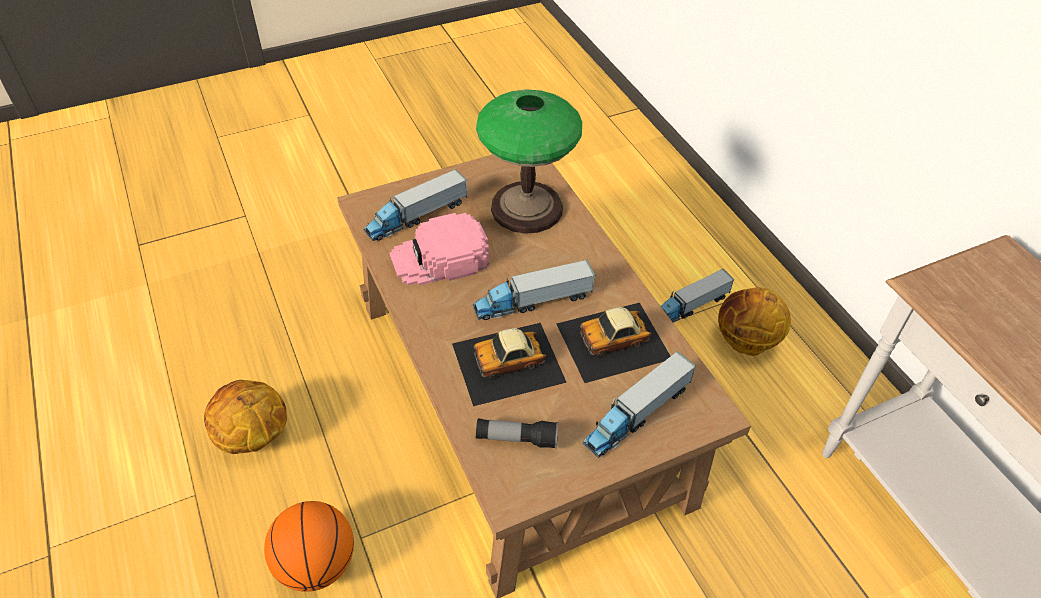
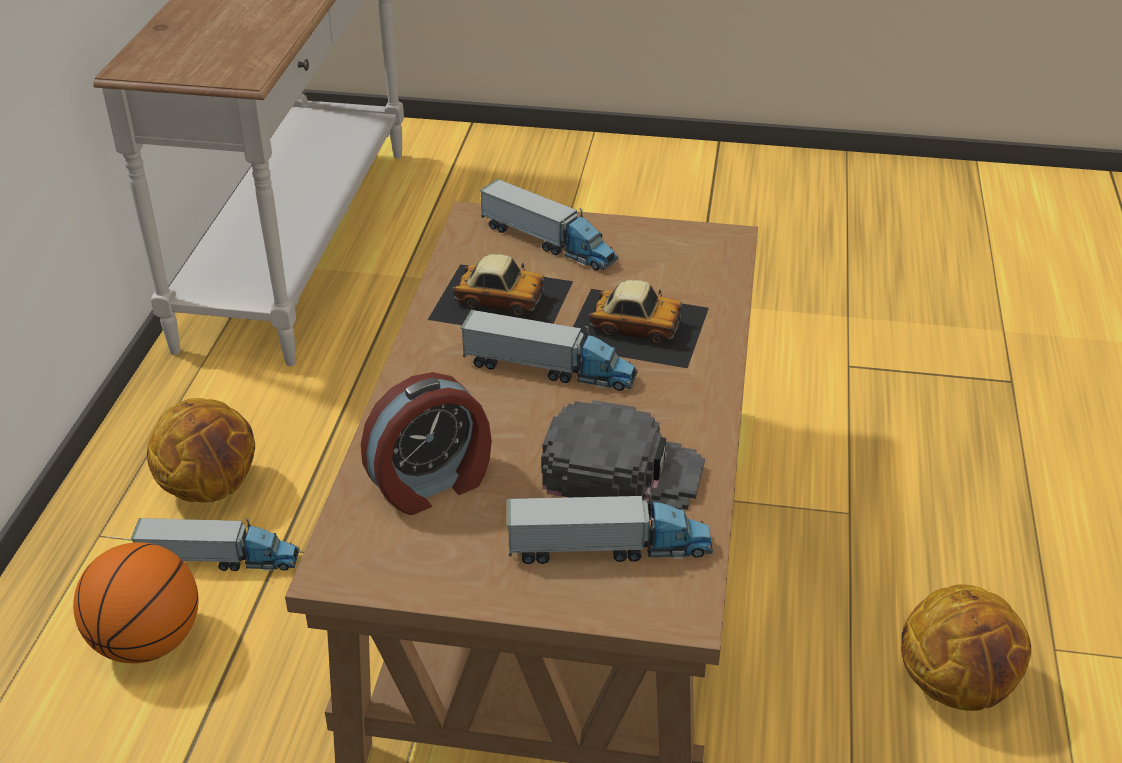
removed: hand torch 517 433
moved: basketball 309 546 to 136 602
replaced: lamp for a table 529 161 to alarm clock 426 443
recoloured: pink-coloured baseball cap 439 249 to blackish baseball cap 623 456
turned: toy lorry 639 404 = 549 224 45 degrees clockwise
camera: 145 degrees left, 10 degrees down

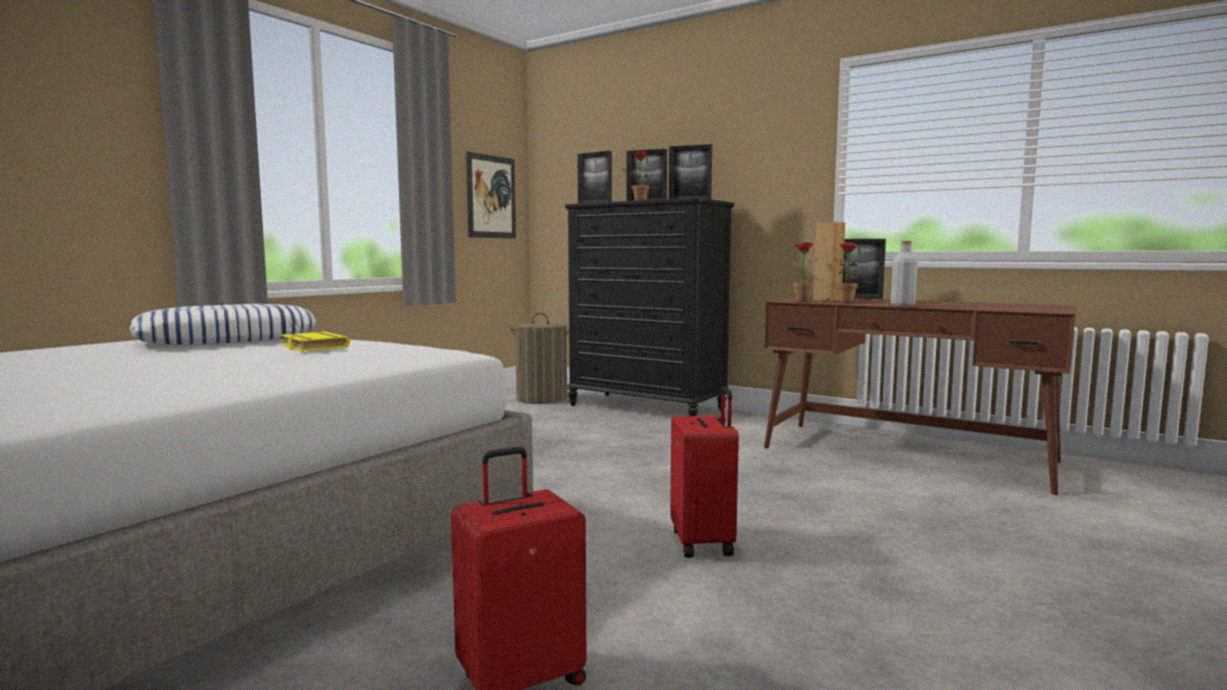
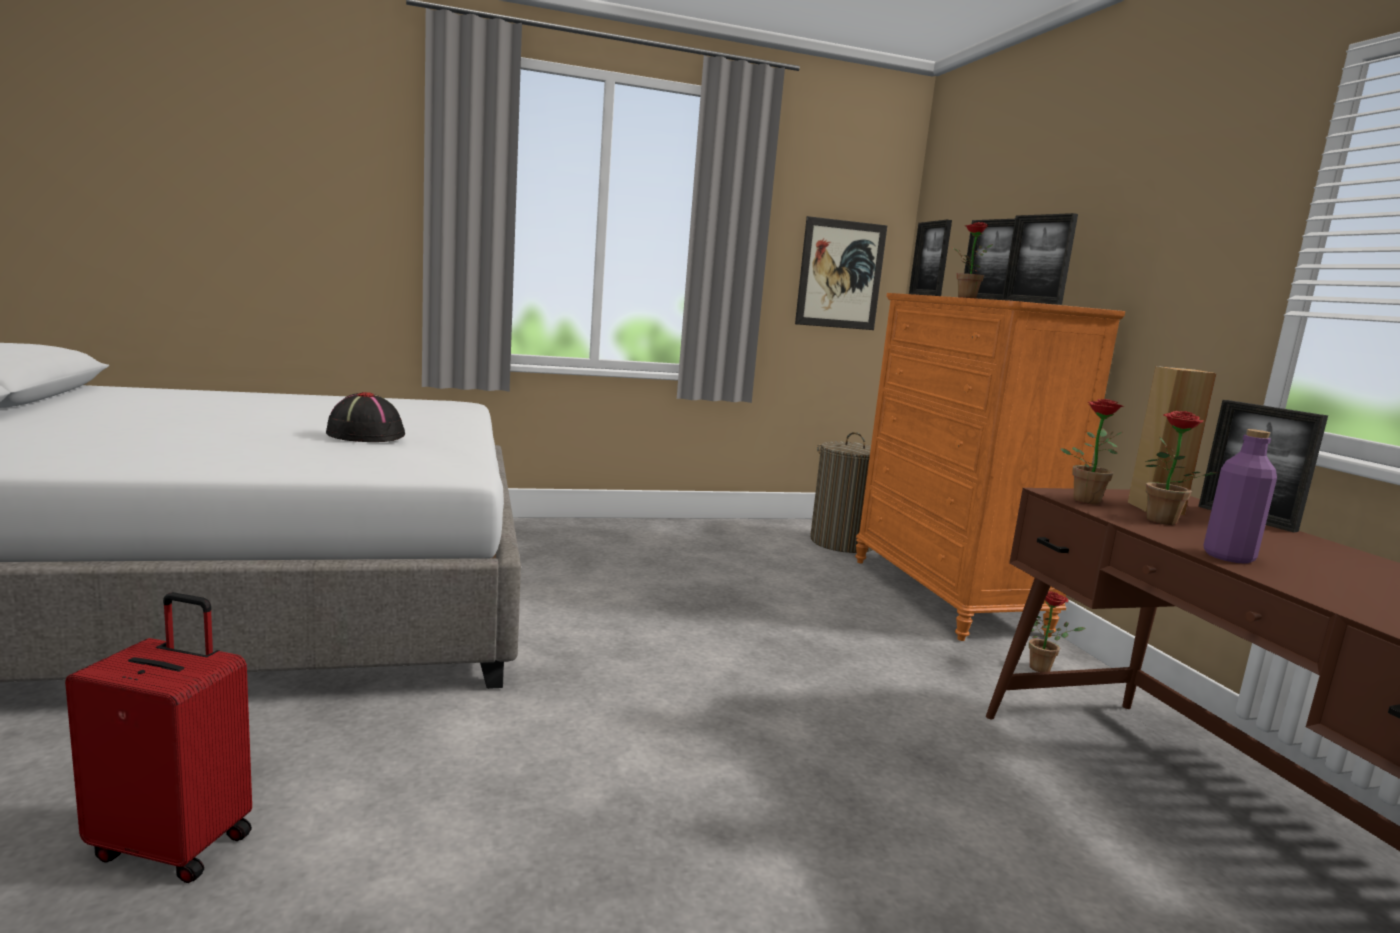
removed: pillow 222 324; red suitcase 704 472
added: houseplant 1057 631
replaced: yellow-coloured book 315 341 to blackish clothing hat 365 417
recoloured: blackish dresser 649 307 to orange-coloured dresser 990 467; gray bottle 904 273 to purplish bottle 1240 496
camera: 40 degrees right, 5 degrees up

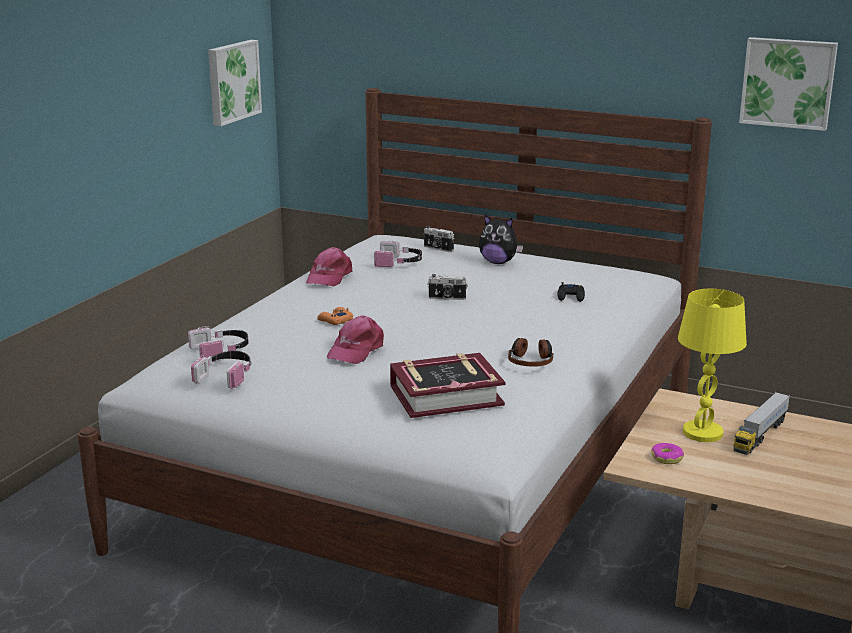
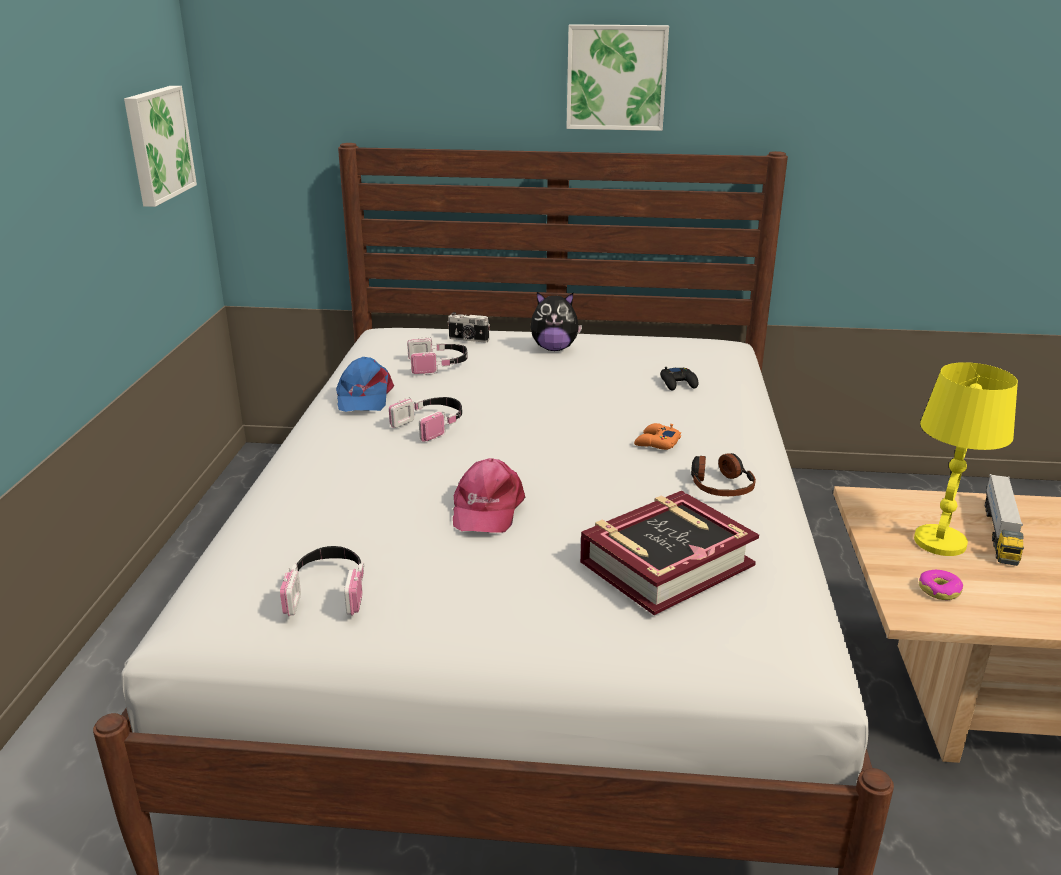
removed: photo camera 447 287
moved: headset 218 344 to 425 419; orange-coloured joypad 335 316 to 657 436; wall art 788 84 to 617 77
recoloured: pink-coloured baseball cap 329 266 to blue-coloured baseball cap 365 384
camera: 20 degrees left, 5 degrees up

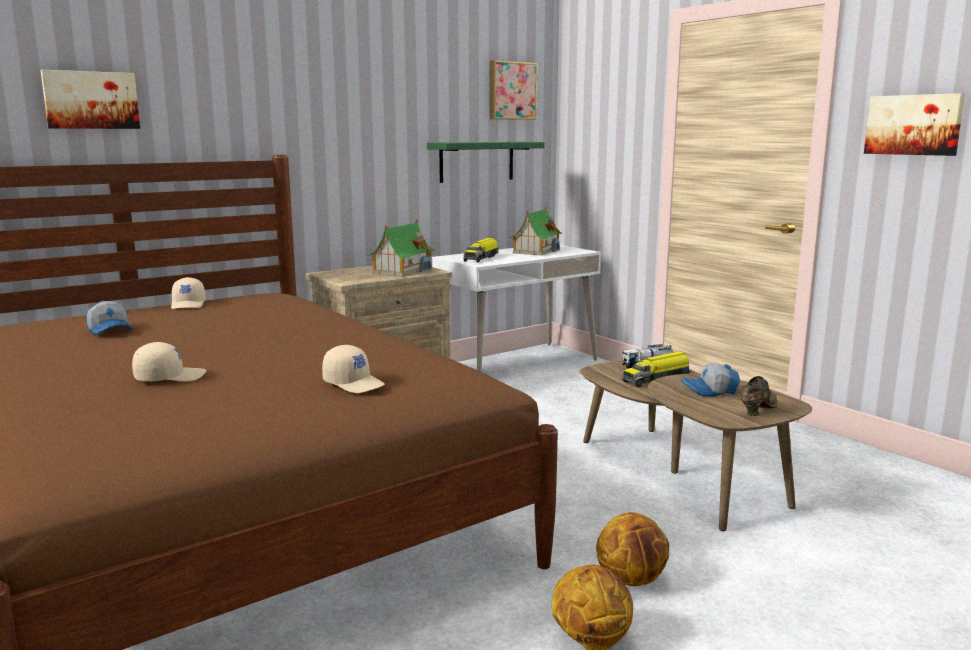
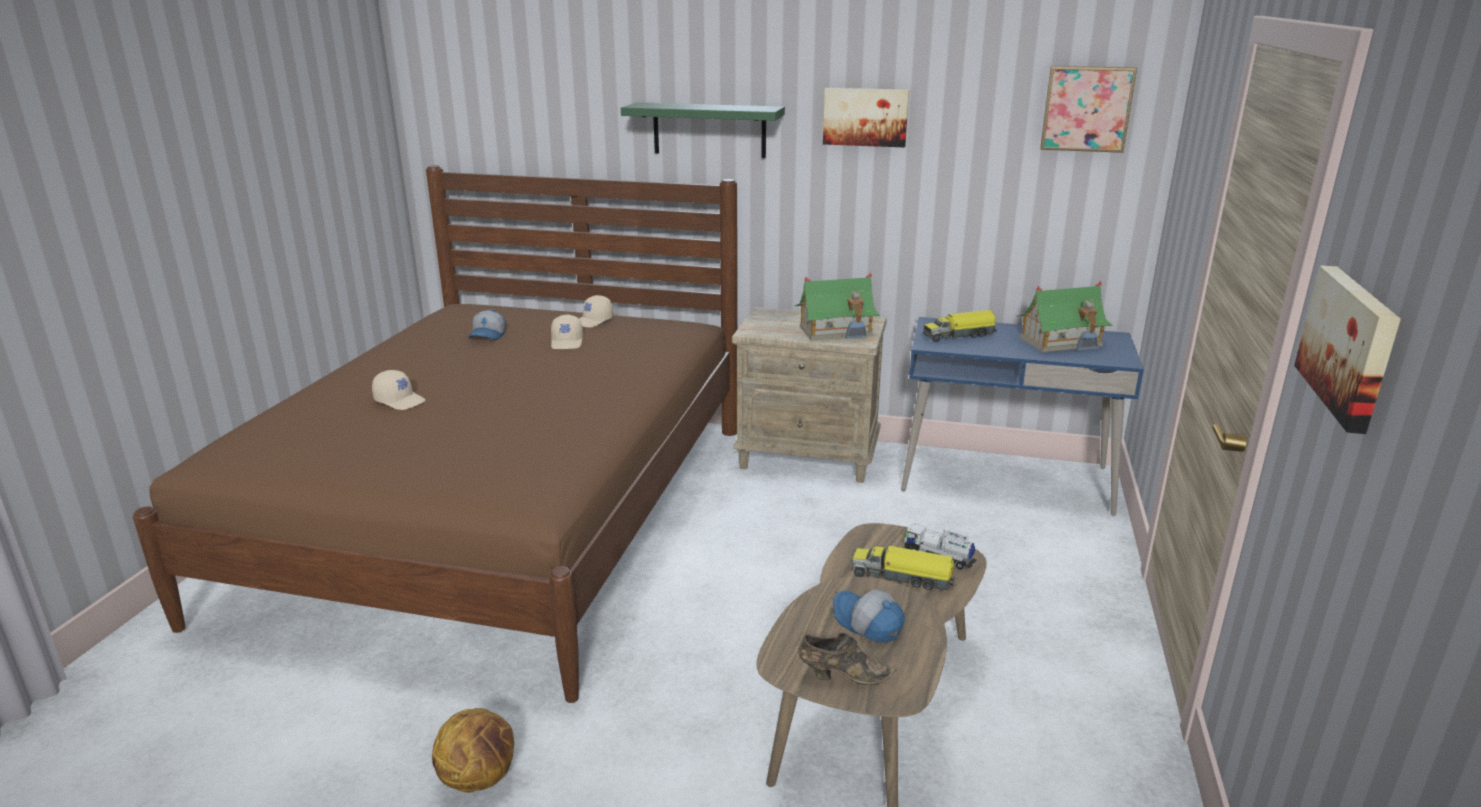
removed: basketball 632 549
moved: wall art 90 99 to 866 117; beige-coloured baseball cap 353 369 to 567 332; green-coloured wall shelf 485 162 to 703 130
recoloured: white-coloured desk unit 516 308 to blue-coloured desk unit 1022 416
camera: 50 degrees right, 10 degrees up

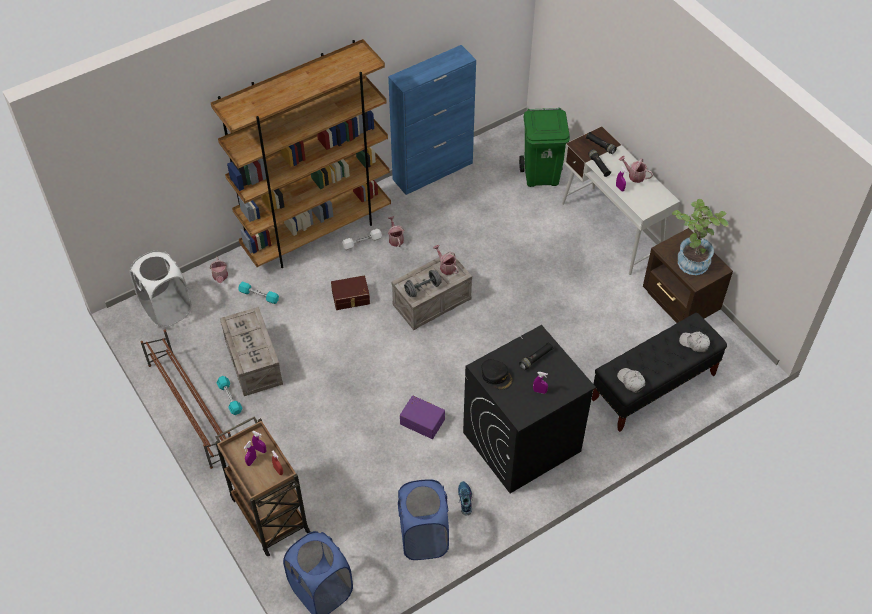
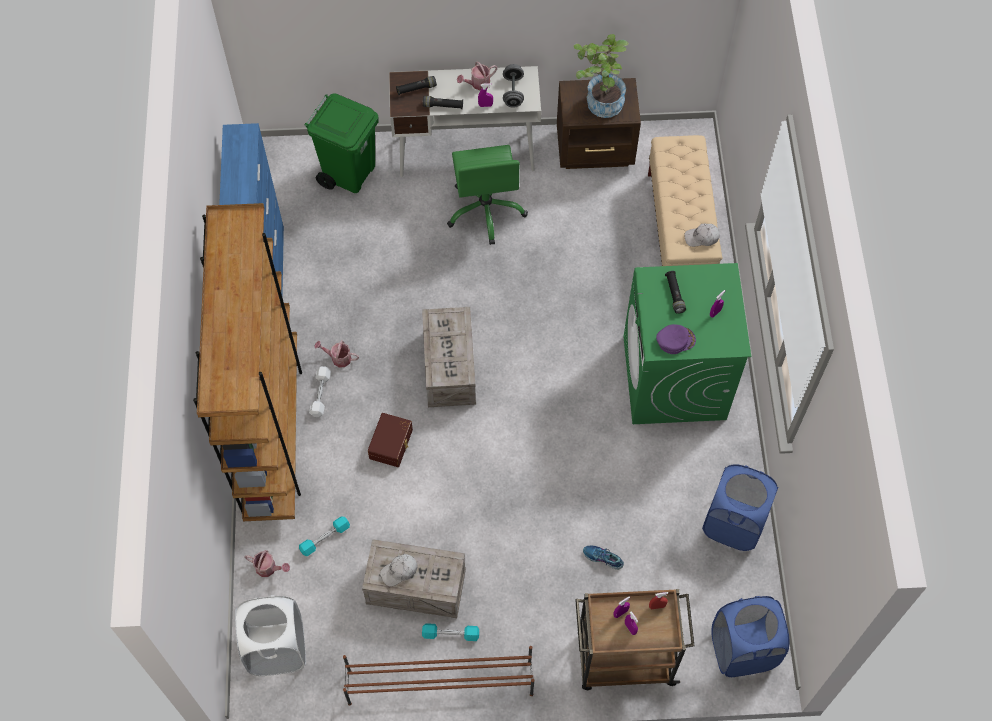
removed: purplish storage container 422 417; watering pot 446 260
added: green-coloured office chair 487 195
moved: gray hand weight 422 283 to 513 86; low shoe 465 498 to 603 558; white-coloured baseball cap 694 342 to 399 570
recoloured: blackish laundry machine 529 409 to green-coloured laundry machine 687 343; blackish baseball cap 497 374 to purplish baseball cap 676 339; blackish bench 659 372 to beige-coloured bench 685 200
camera: 60 degrees left, 10 degrees up

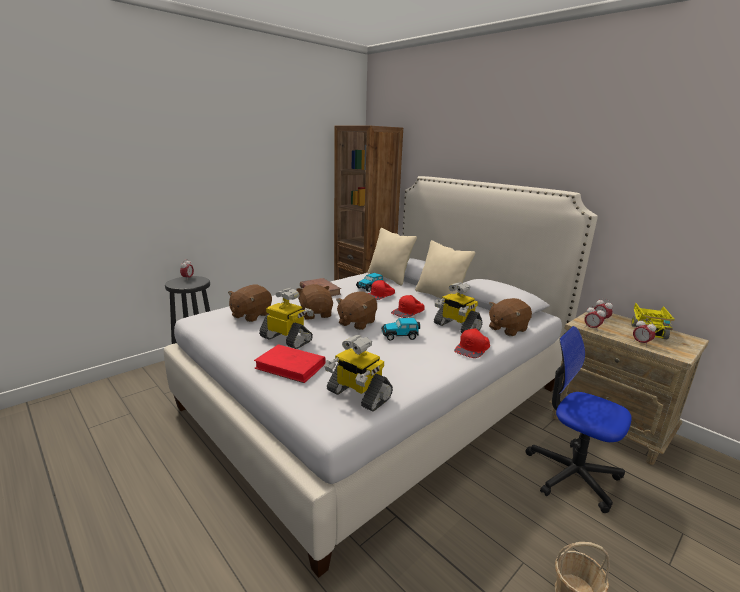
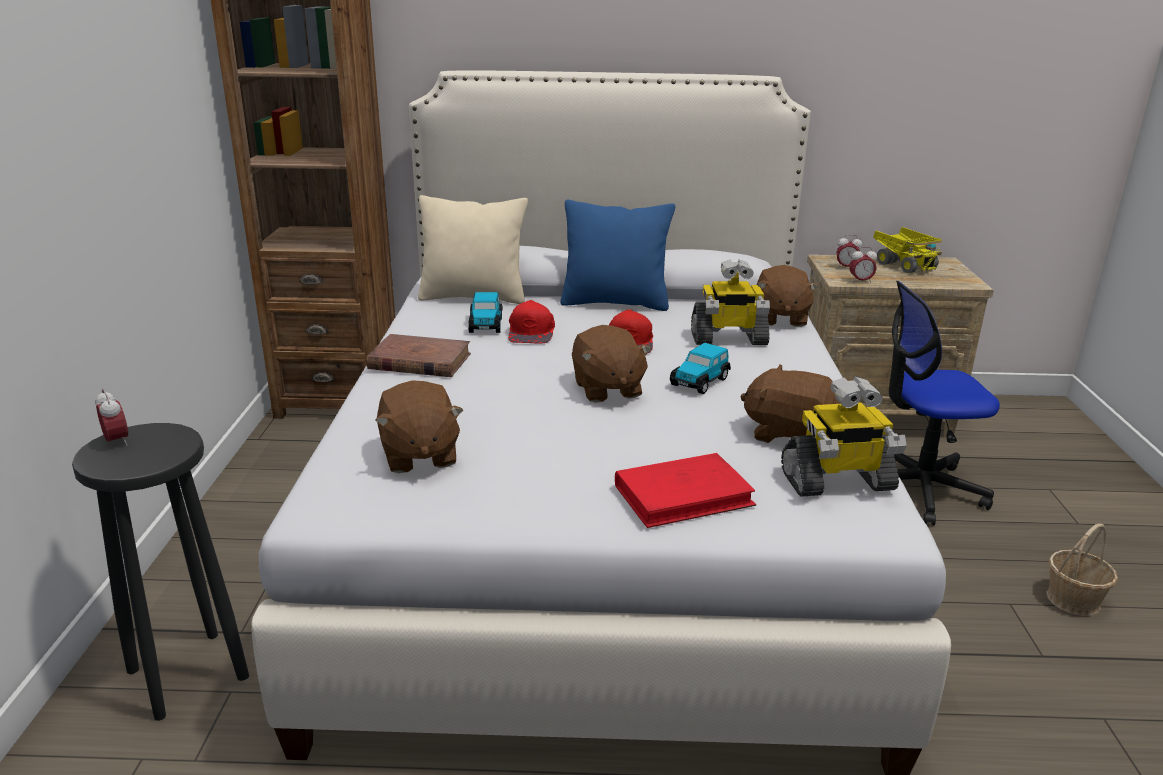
removed: robot figure 286 318; red baseball cap 472 343; alarm clock 644 333
moved: brownish plush toy 314 301 to 790 403
recoloured: beige-coloured pillow 445 269 to blue-coloured pillow 618 255
camera: 45 degrees left, 5 degrees up

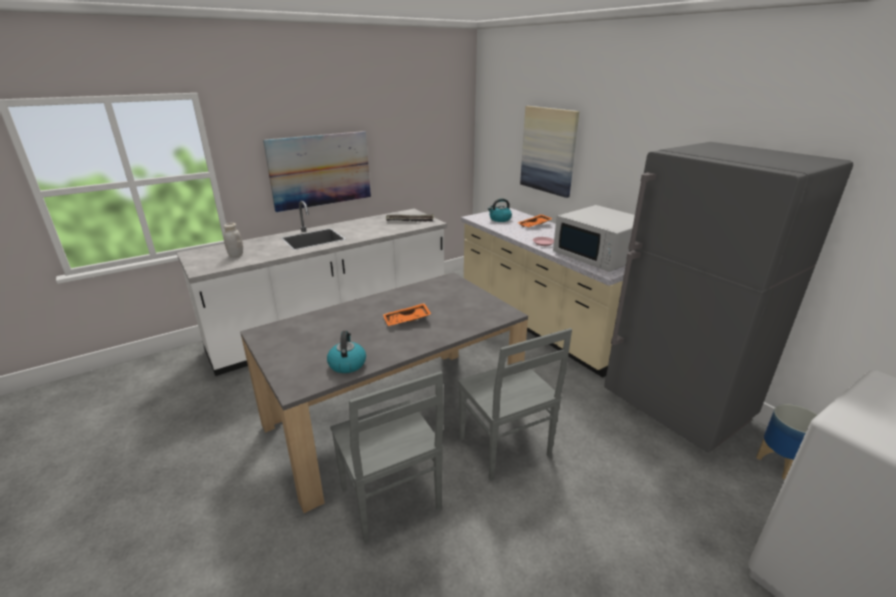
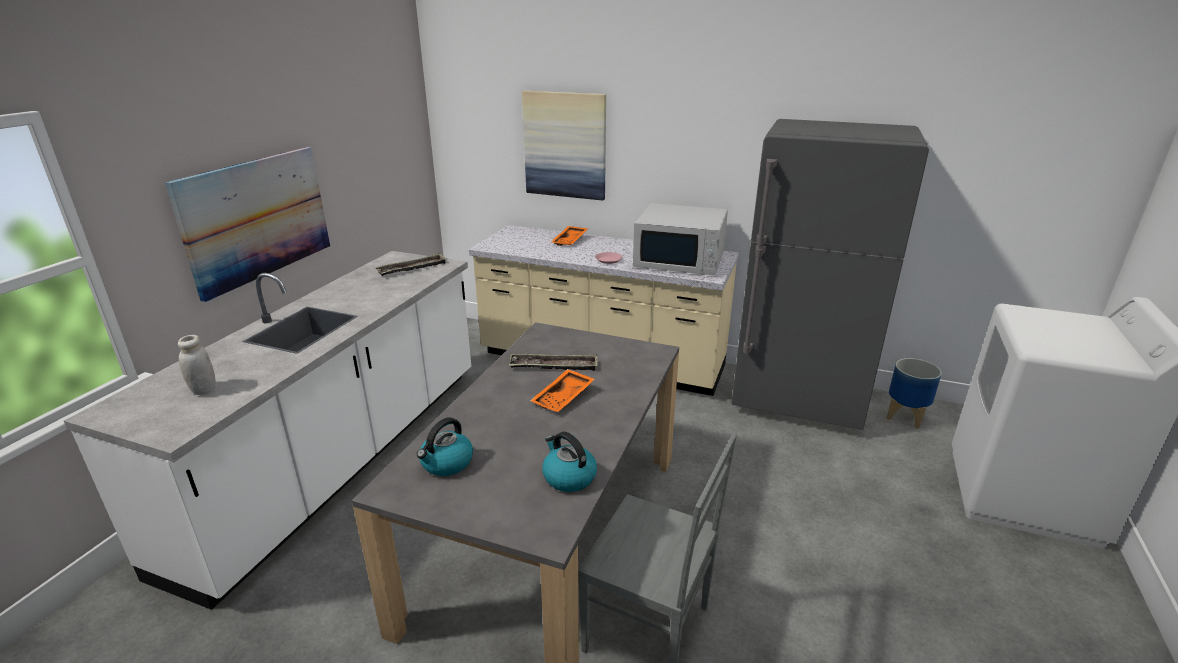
removed: gray plain chair 515 404
added: carrying tray 553 362
moved: tea kettle 500 210 to 445 446
camera: 35 degrees left, 0 degrees up

